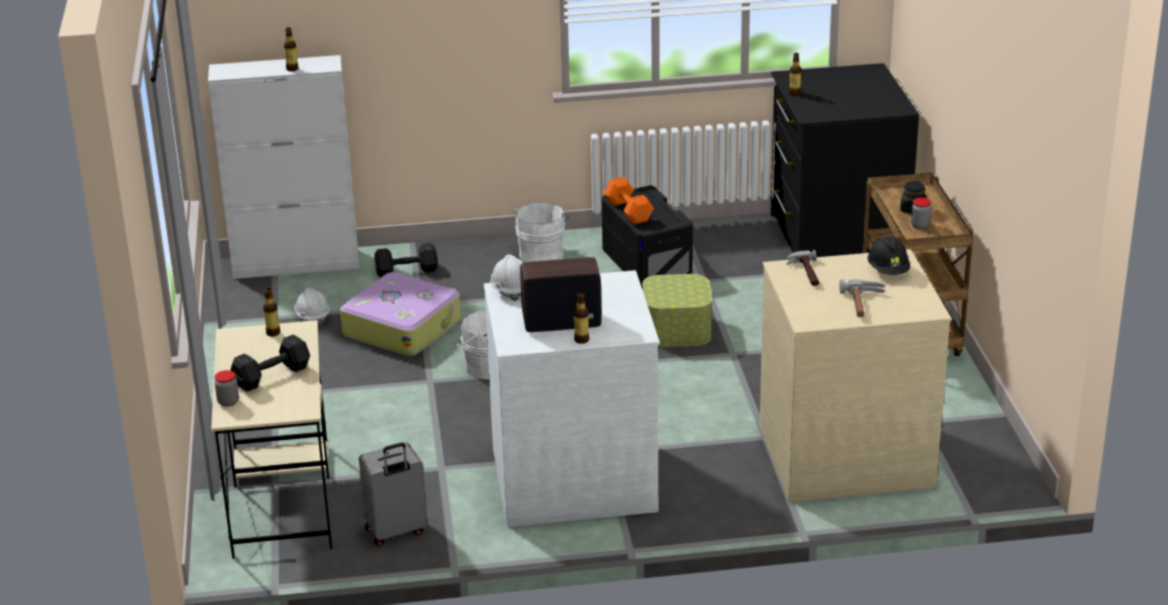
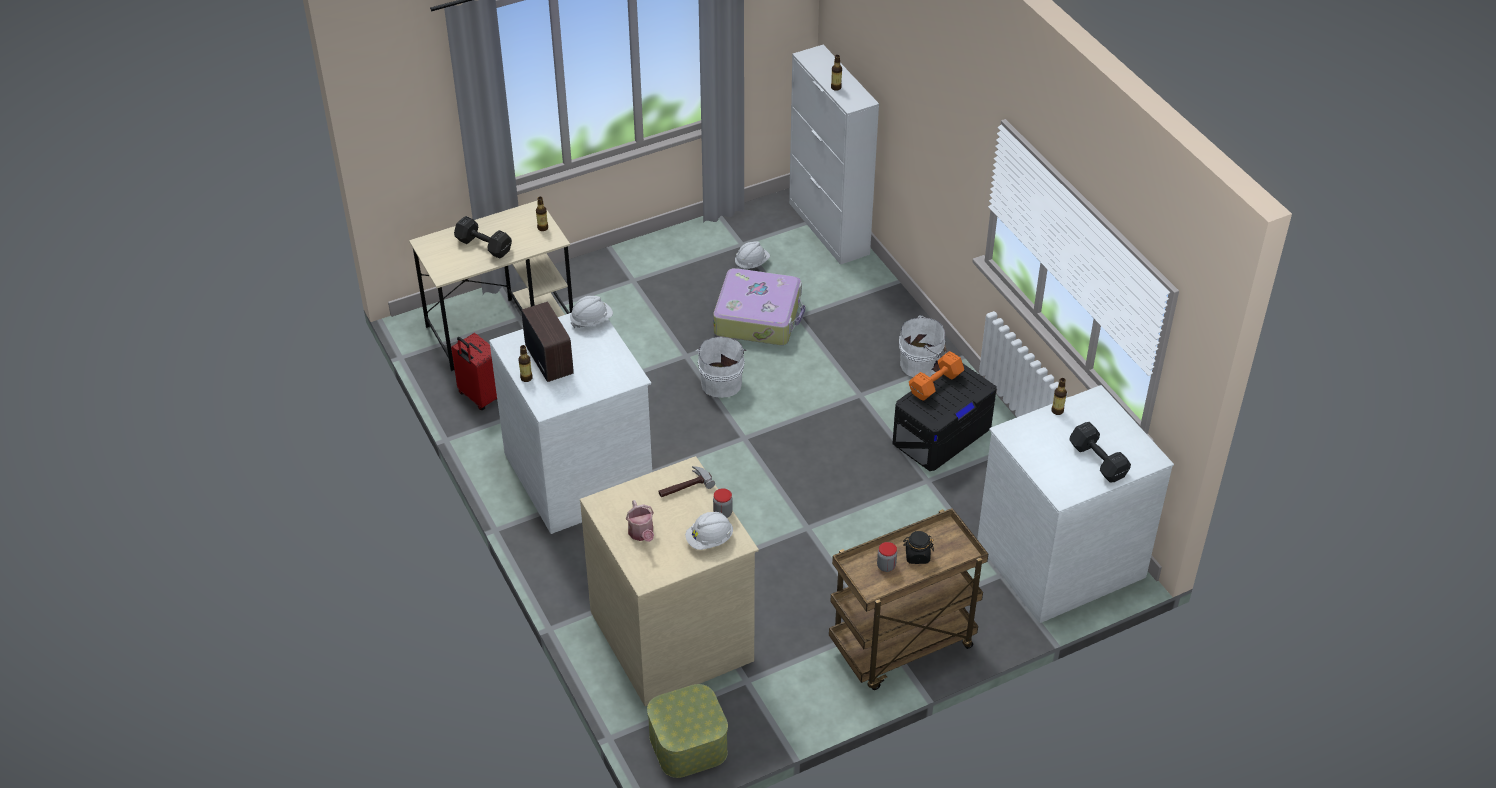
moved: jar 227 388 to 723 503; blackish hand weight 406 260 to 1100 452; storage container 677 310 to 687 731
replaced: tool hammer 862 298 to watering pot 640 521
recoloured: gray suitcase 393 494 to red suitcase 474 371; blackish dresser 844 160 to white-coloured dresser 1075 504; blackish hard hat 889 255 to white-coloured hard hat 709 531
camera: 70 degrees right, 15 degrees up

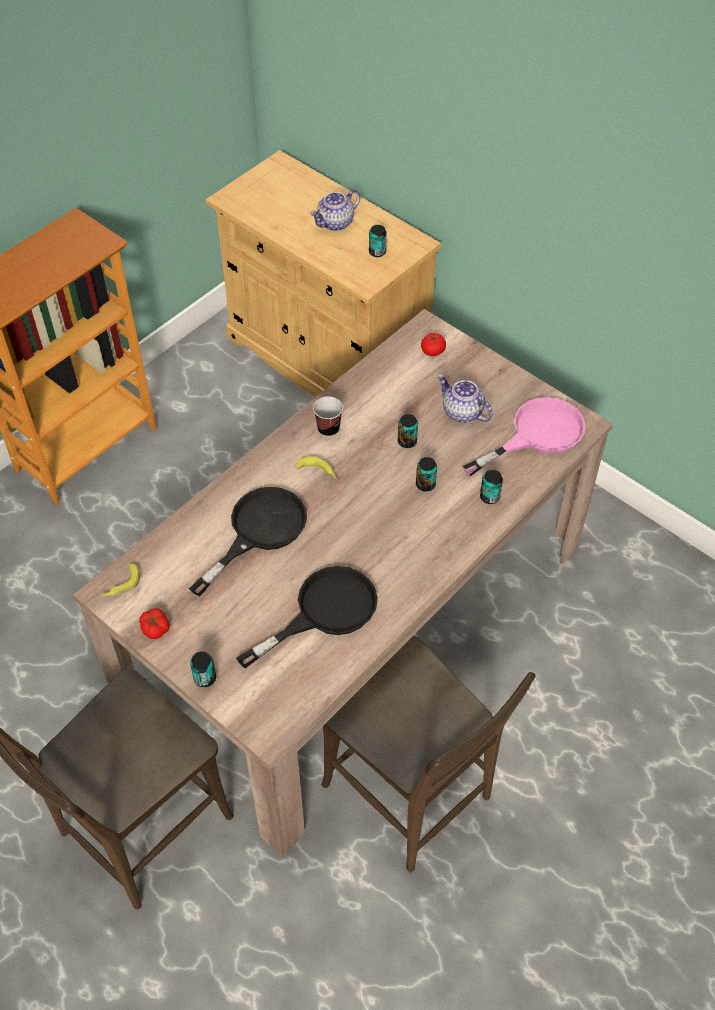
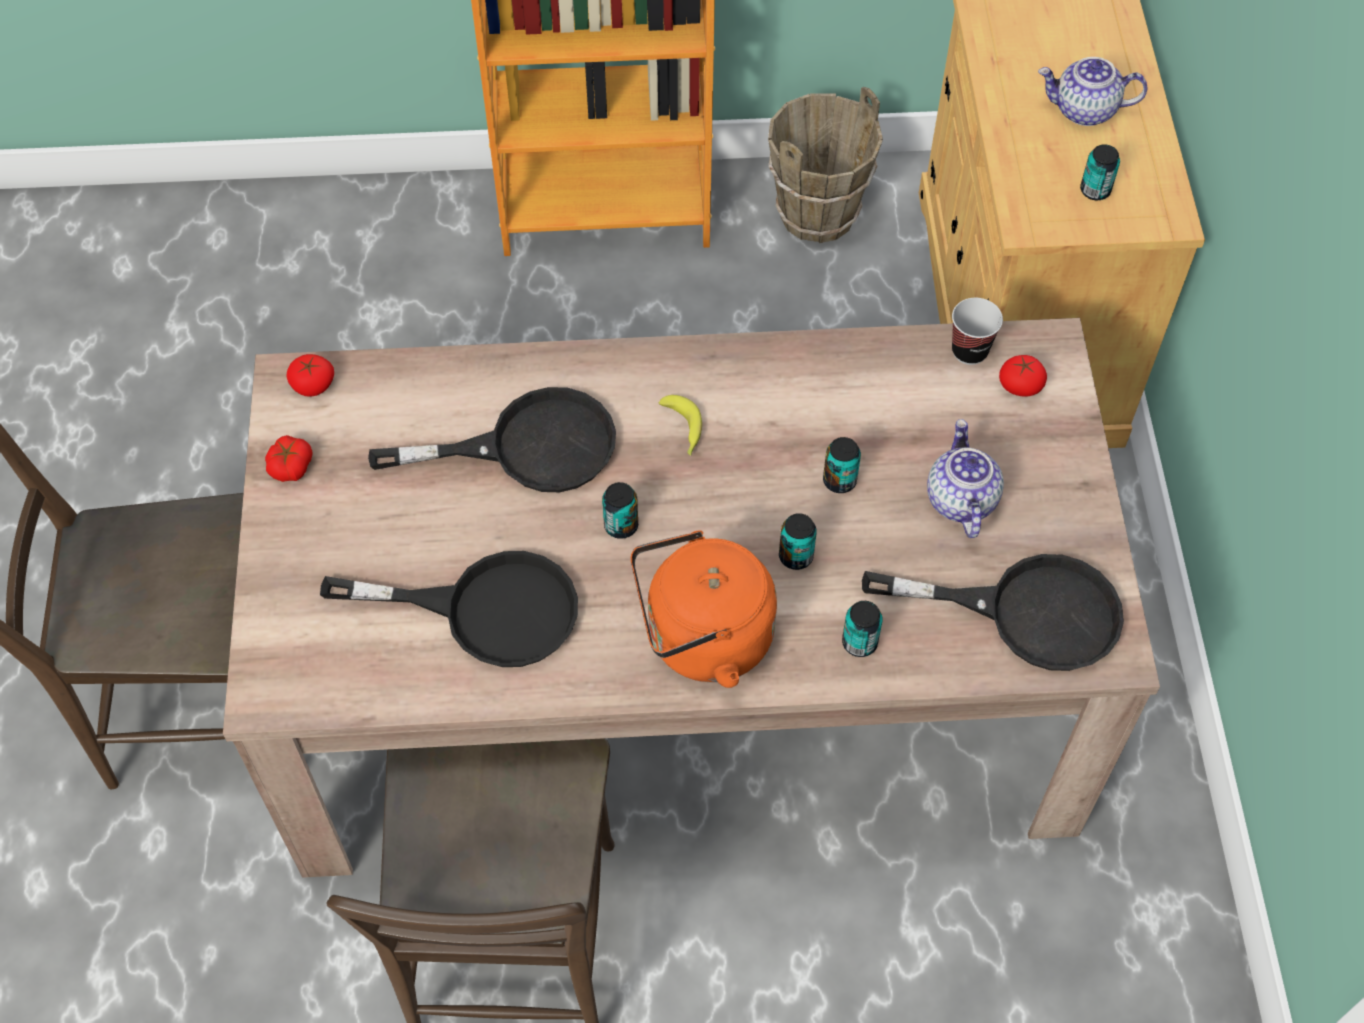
added: orange-coloured tea kettle 704 609; brownish water bucket 825 165
moved: can 203 669 to 620 510; drinking cup 328 416 to 977 331
replaced: banana fruit 120 580 to whole tomato 310 375
recoloured: pink-coloured skillet 524 436 to blackish skillet 993 612
camera: 45 degrees right, 5 degrees up

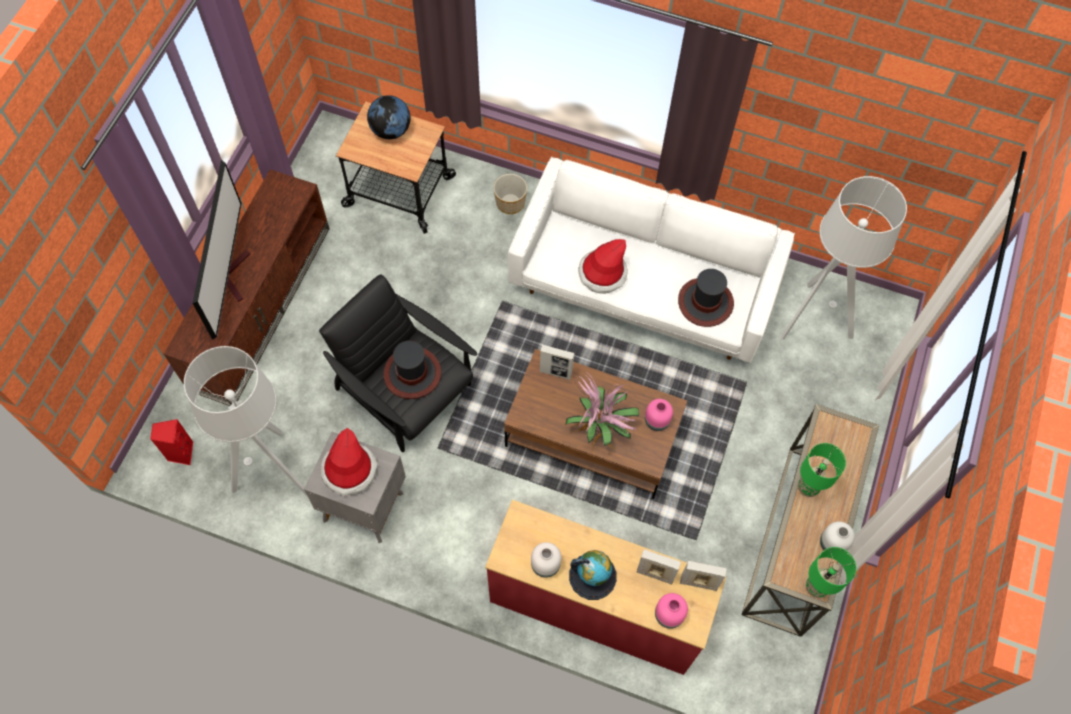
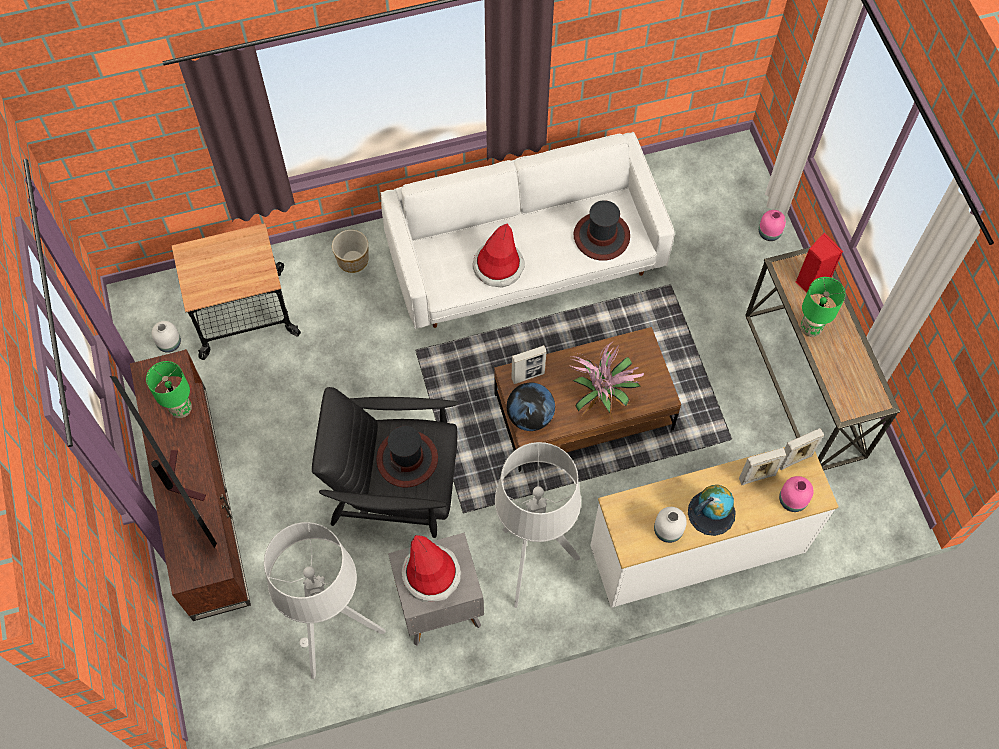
moved: red loudspeaker 172 442 to 819 263; world globe 389 117 to 531 407; pink-coloured flower vase 659 415 to 772 225; gray floor lamp 843 258 to 538 525; green-coloured lamp for a table 831 572 to 169 389; white-coloured flower vase 837 536 to 166 337
recoloured: red dresser 605 587 to white-coloured dresser 714 527
camera: 35 degrees left, 0 degrees up

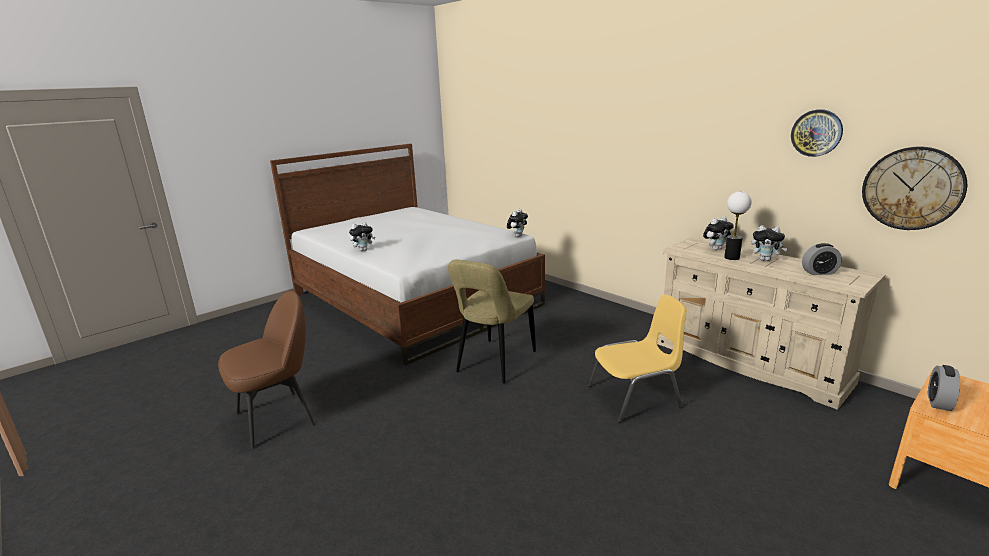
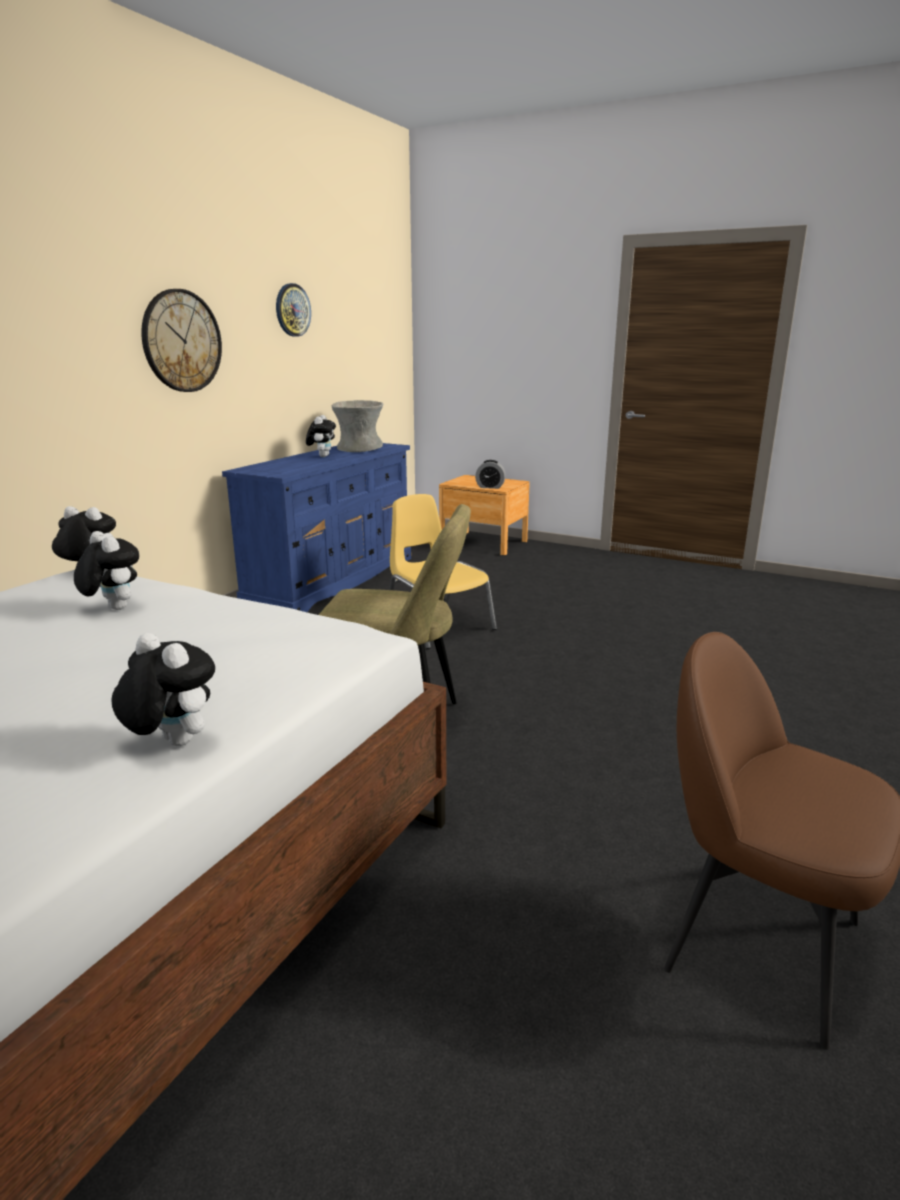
removed: lamp for a table 738 225
moved: plush toy 718 233 to 106 570; clock on the wall 914 188 to 181 340
replaced: alarm clock 822 259 to gray flower vase 357 426
recoloured: beige-coloured dresser 771 324 to blue-coloured dresser 316 527
camera: 110 degrees left, 0 degrees up

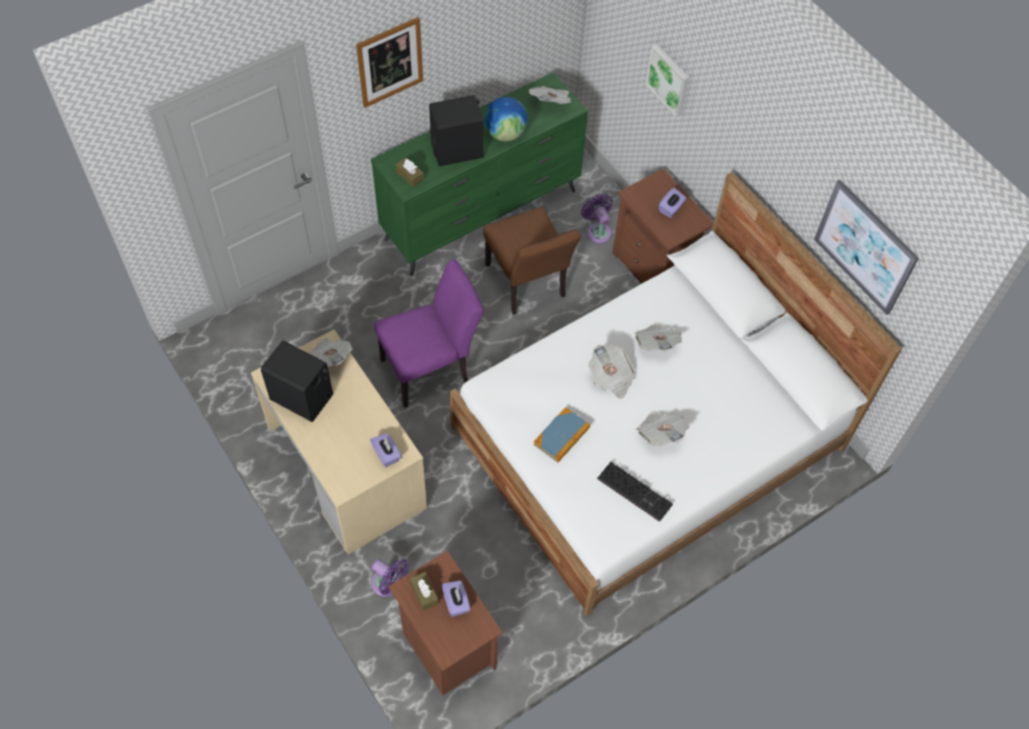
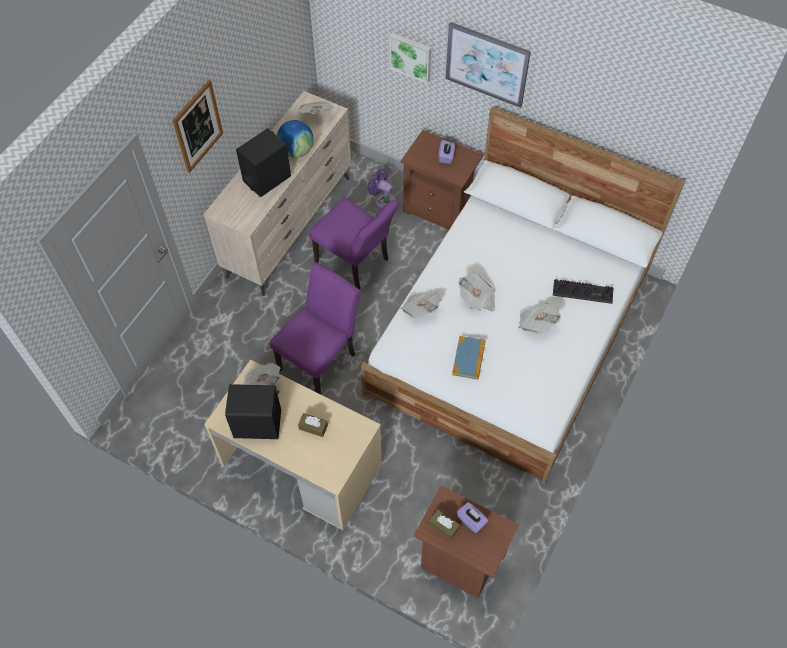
removed: purplish tissue box 386 450; purplish cooling fan 390 578
moved: brownish tissue box 409 172 to 313 425; keyboard 635 492 to 583 291; newspaper 658 337 to 421 305; wall art 866 247 to 488 65
recoloured: green-coloured dresser 479 174 to beige-coloured dresser 277 193; brownish plain chair 532 261 to purplish plain chair 354 243
camera: 25 degrees left, 0 degrees up

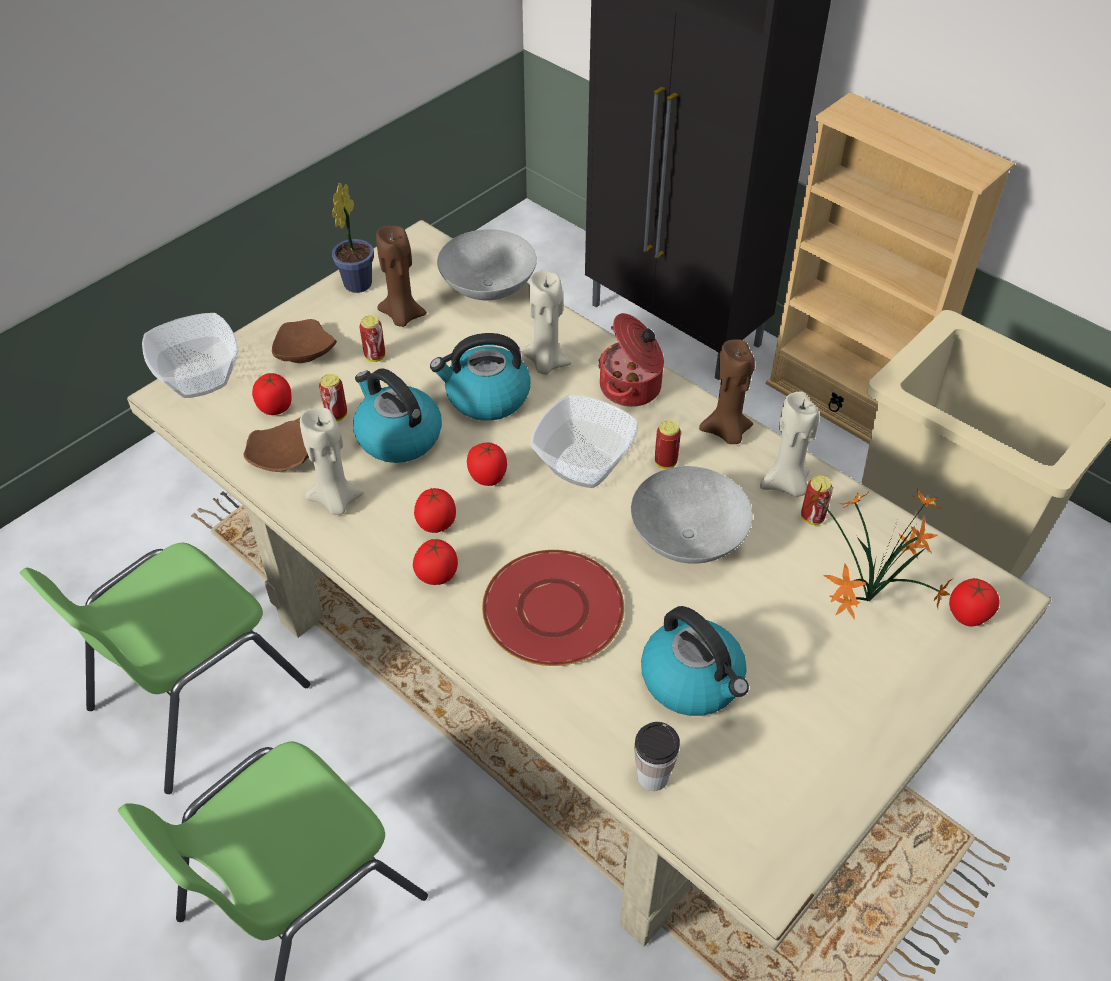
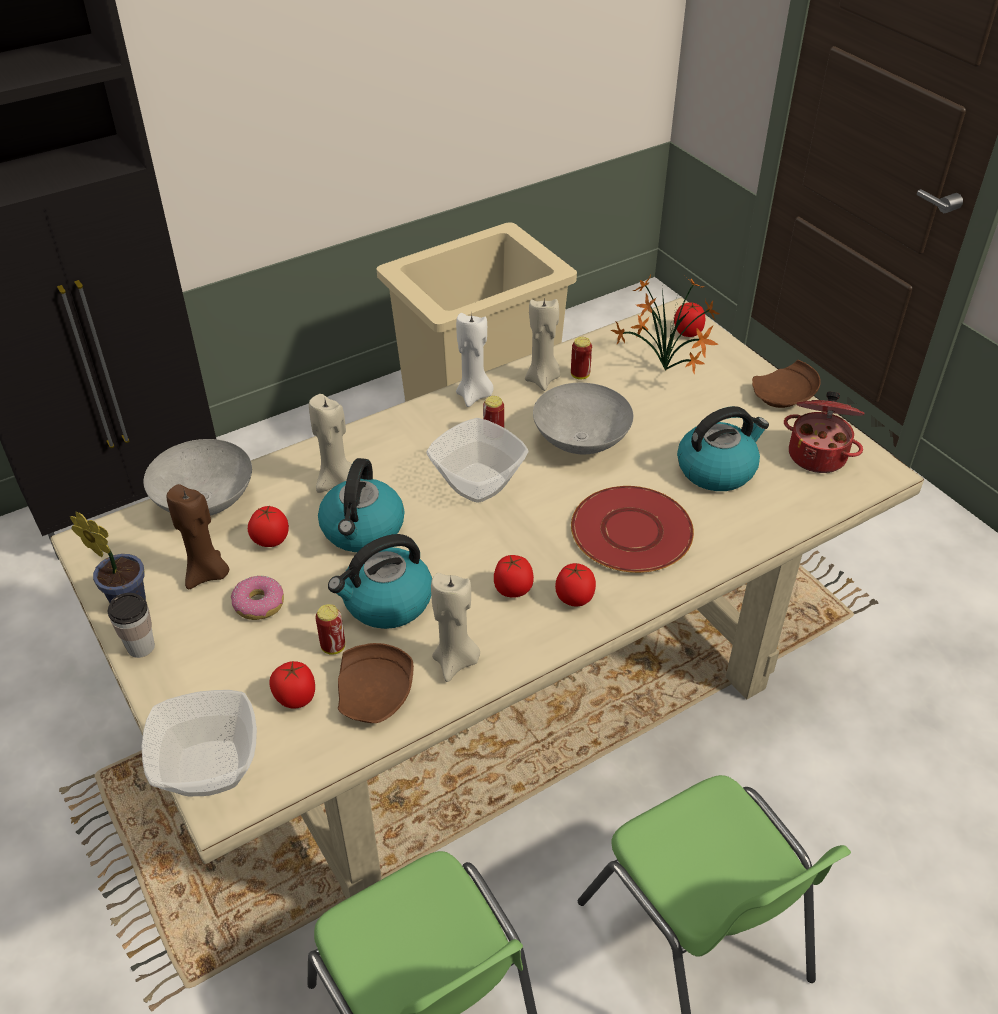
removed: beige-coloured shelving unit 890 268
moved: brownish plate 304 341 to 786 384; whole tomato 487 464 to 268 526; stockpot 631 360 to 824 432; drinking cup 657 756 to 131 625
replaced: can 372 338 to donut 257 598
recoloured: brownish wax candle 727 391 to white-coloured wax candle 475 360
camera: 75 degrees left, 5 degrees down

